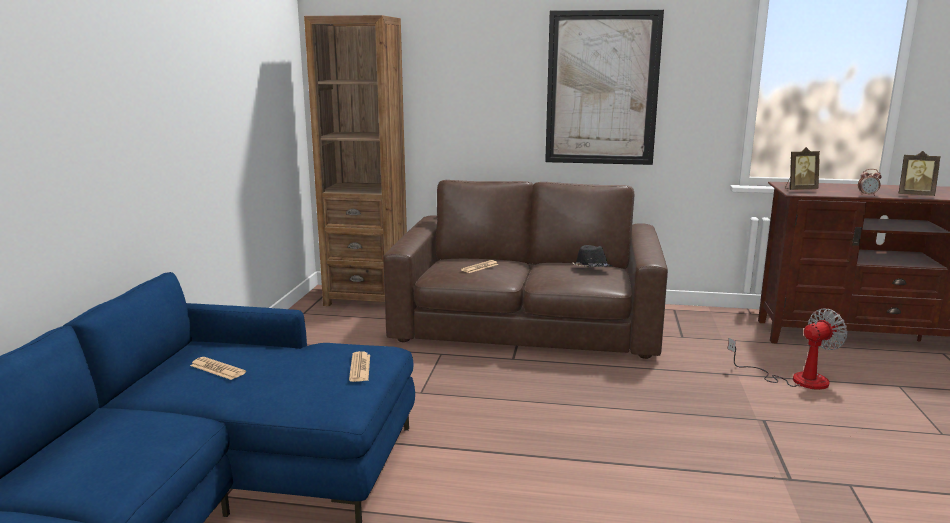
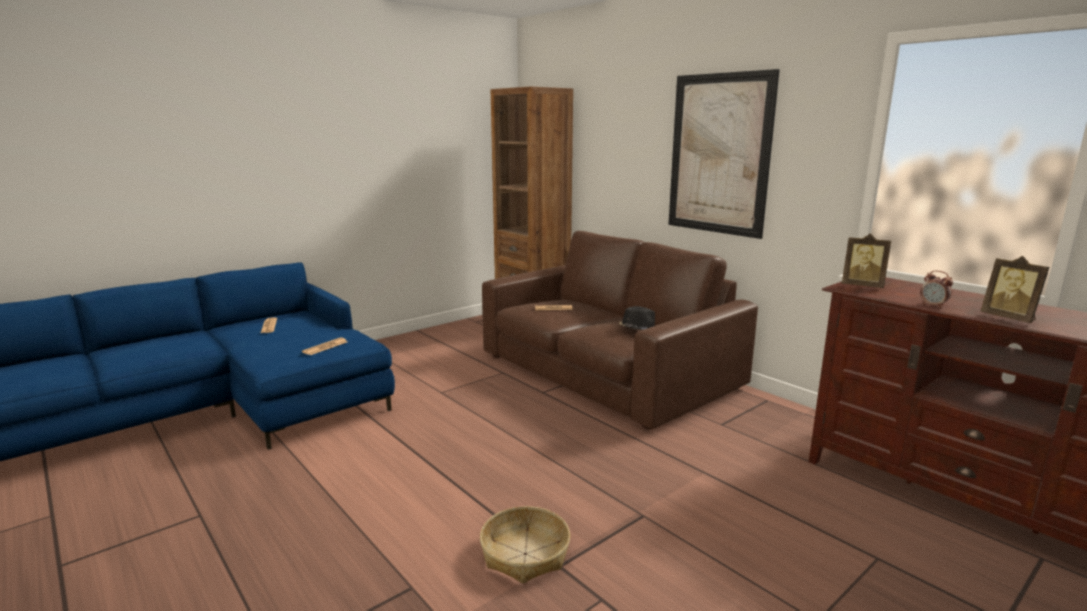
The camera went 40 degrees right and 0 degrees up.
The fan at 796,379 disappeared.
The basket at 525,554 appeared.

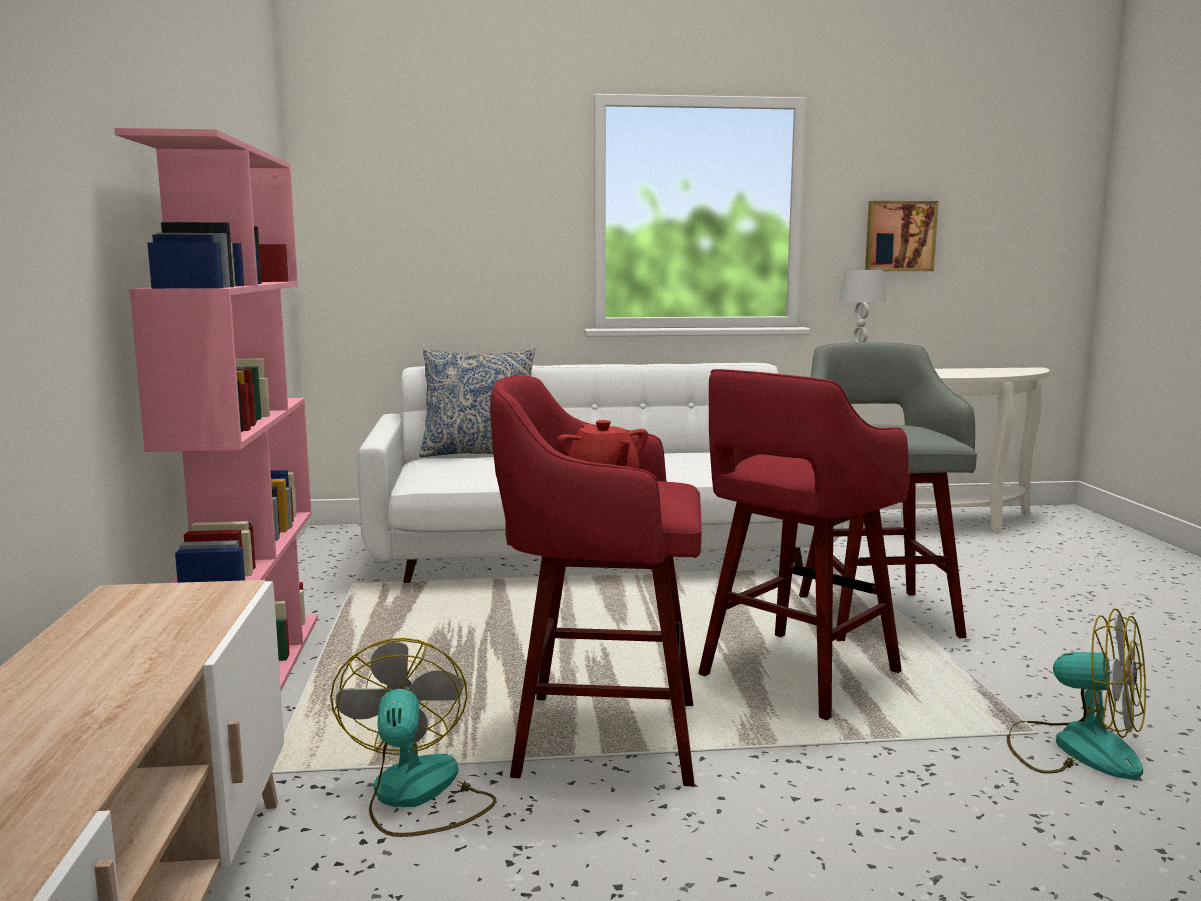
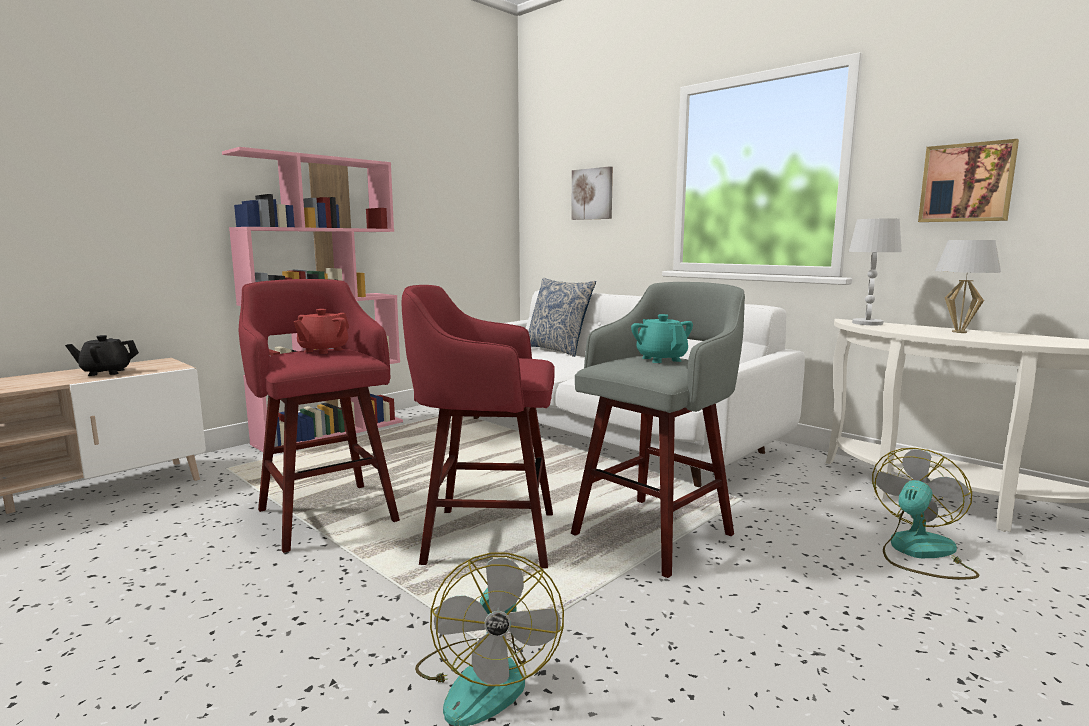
The camera went 50 degrees right and 0 degrees up.
The fan moved from 417,796 to 919,553.
The teapot (blackish) at 106,372 appeared.
The wall picture at 592,194 appeared.
The teapot (blue-green) at 661,359 appeared.
The table lamp (white) at 959,332 appeared.

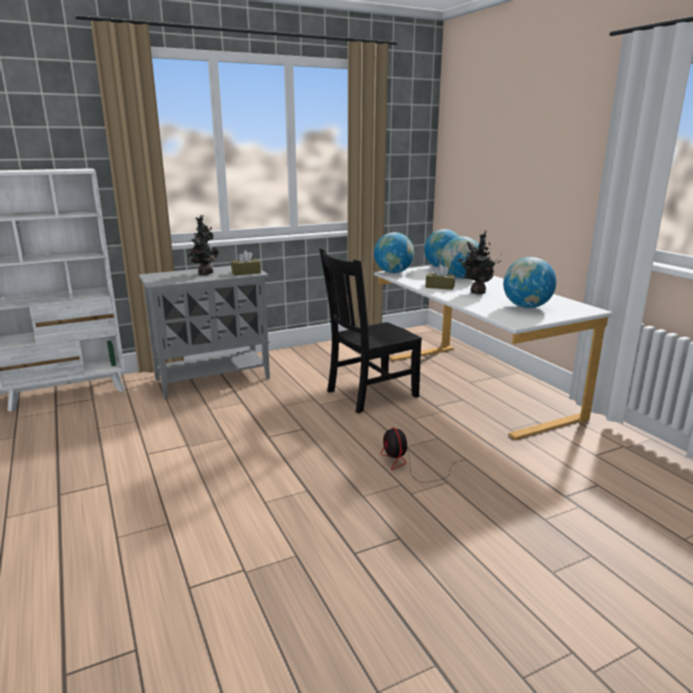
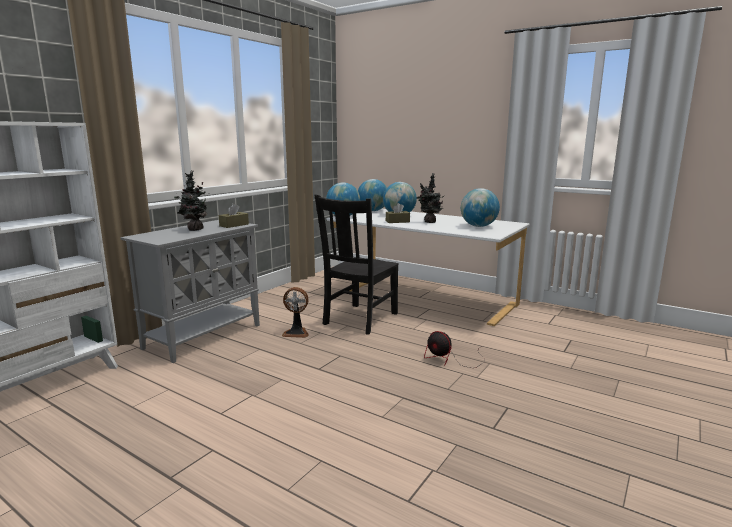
The camera went 30 degrees left and 5 degrees down.
The fan at 296,333 appeared.

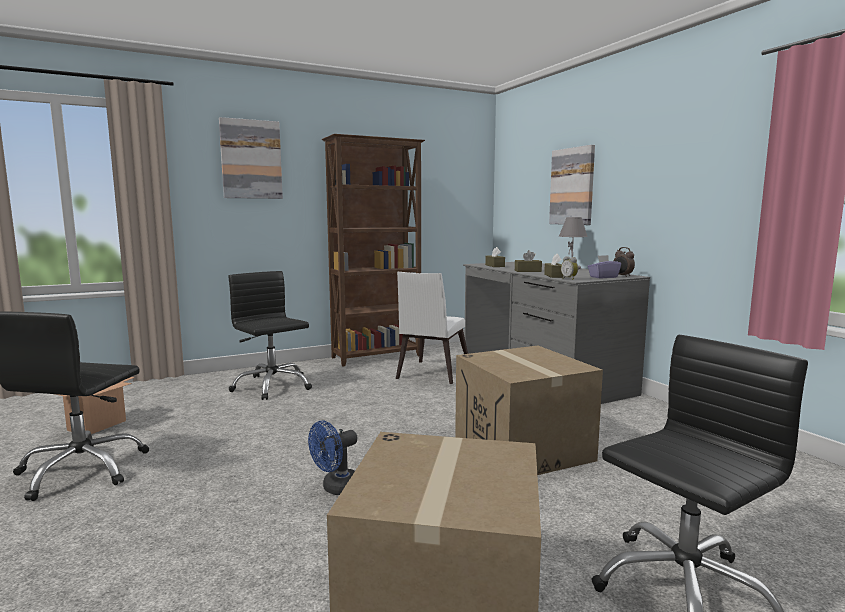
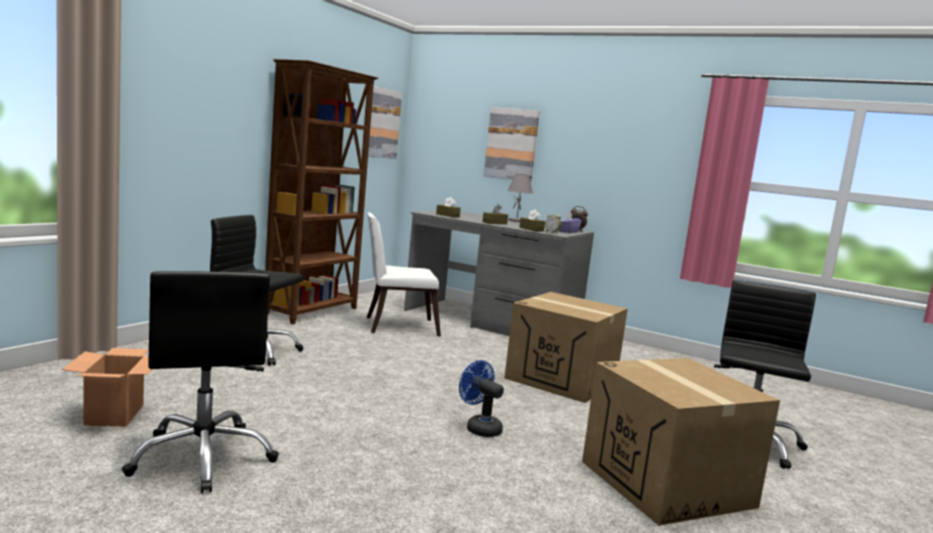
The camera went 35 degrees left and 0 degrees up.
The wall picture moved from 251,159 to 381,123.
The fan (blue-coloured) at 336,488 turned 120 degrees clockwise.
The upright chair (white) at 431,374 turned 90 degrees clockwise.

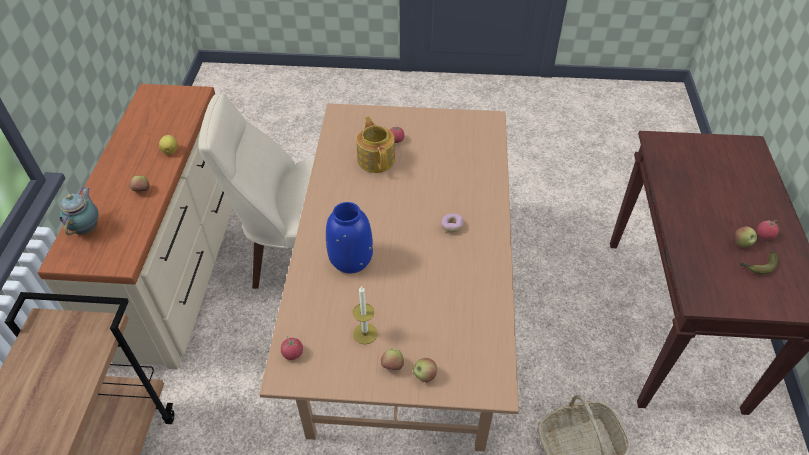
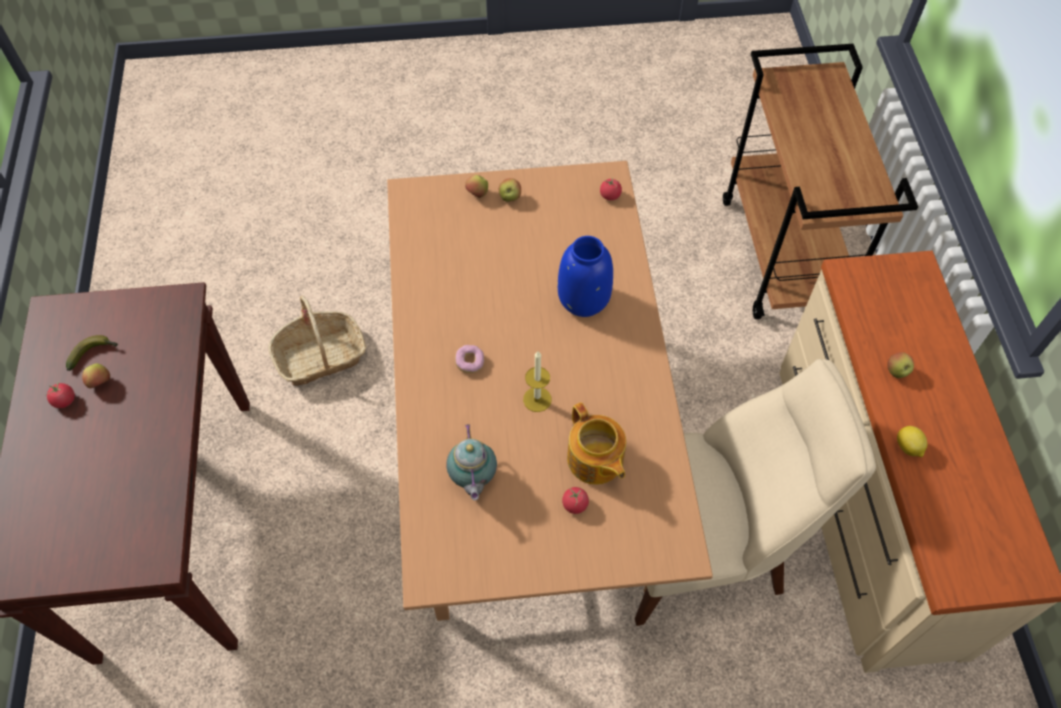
The camera went 170 degrees right and 10 degrees up.
The teapot moved from 88,228 to 472,479.
The candle moved from 365,333 to 537,399.

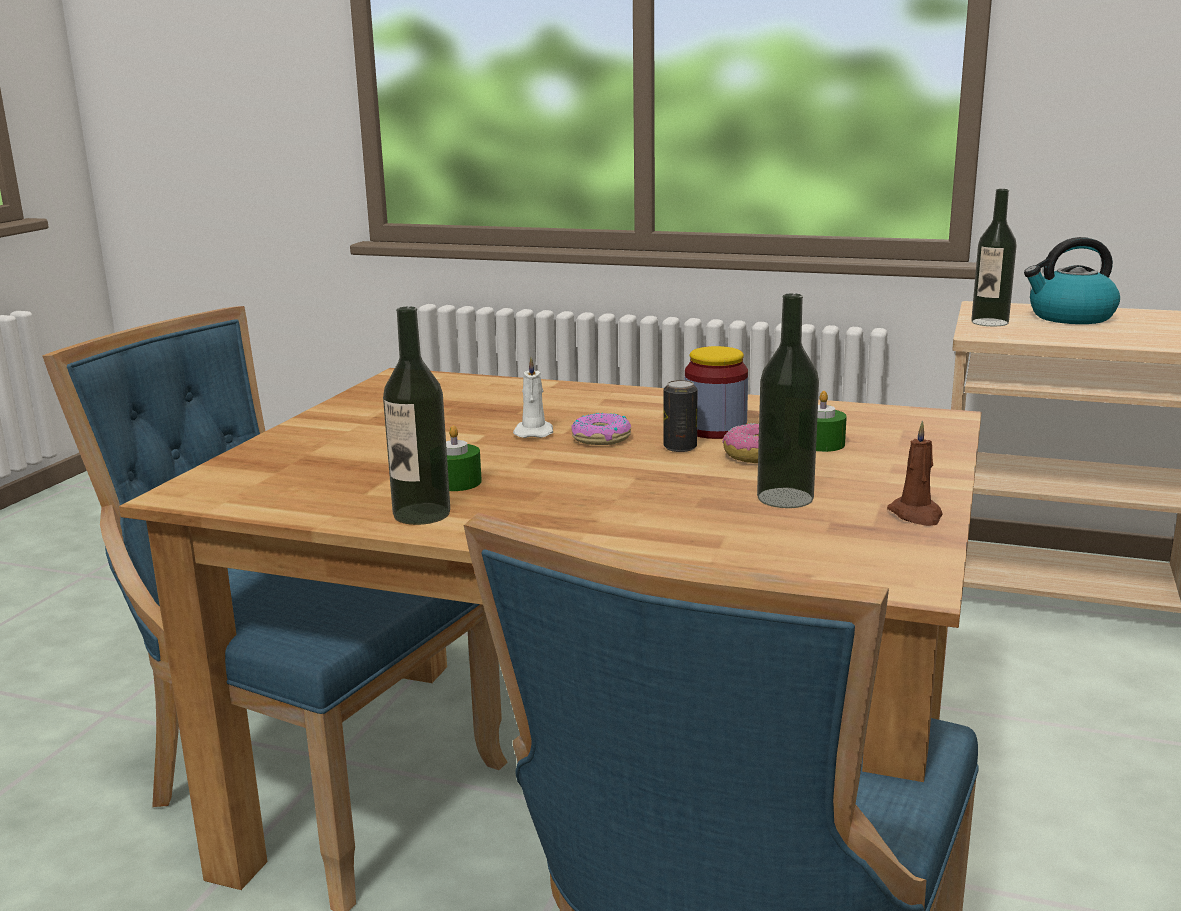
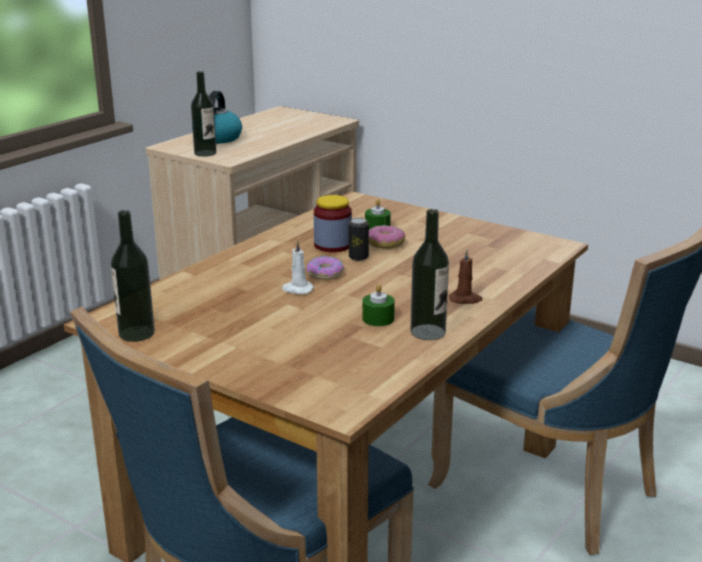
The camera went 75 degrees left and 5 degrees up.
The bottle moved from 785,498 to 136,333.
The candle (brown) moved from 916,515 to 465,299.

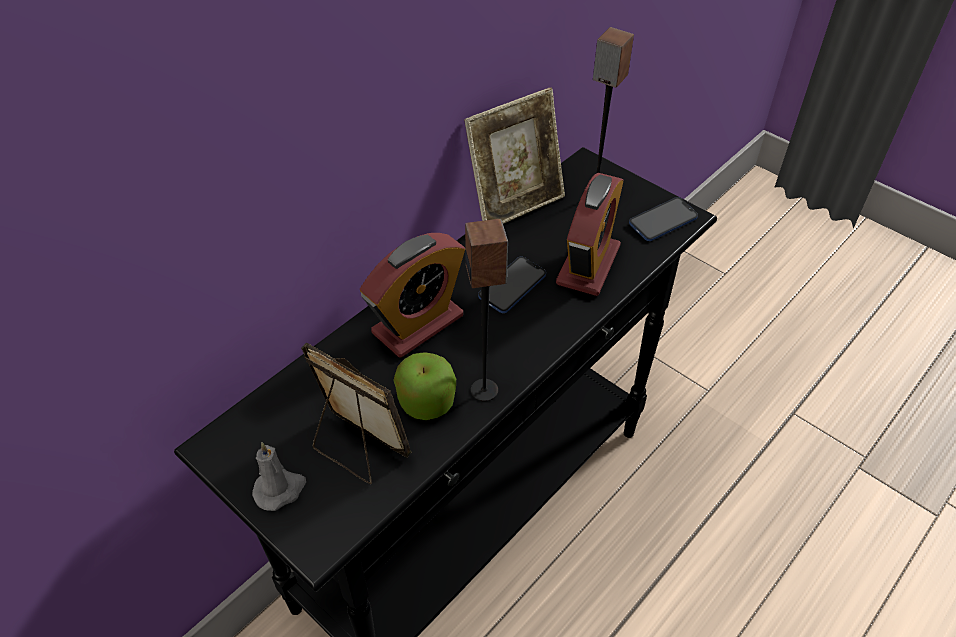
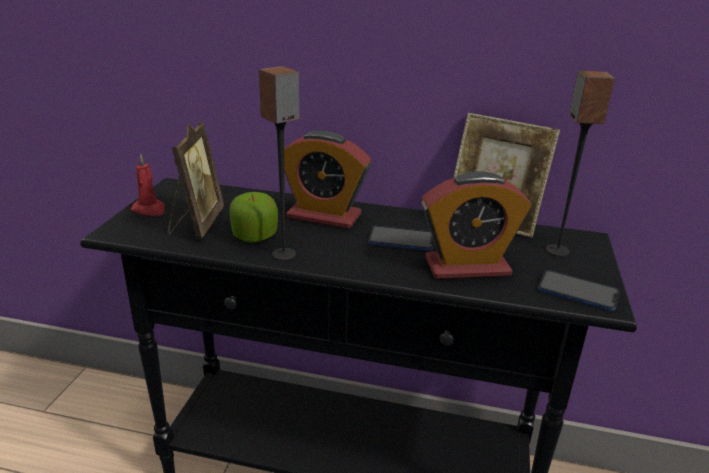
The camera went 60 degrees right and 20 degrees down.
The candle (gray) at 280,489 became the candle (red) at 150,210.

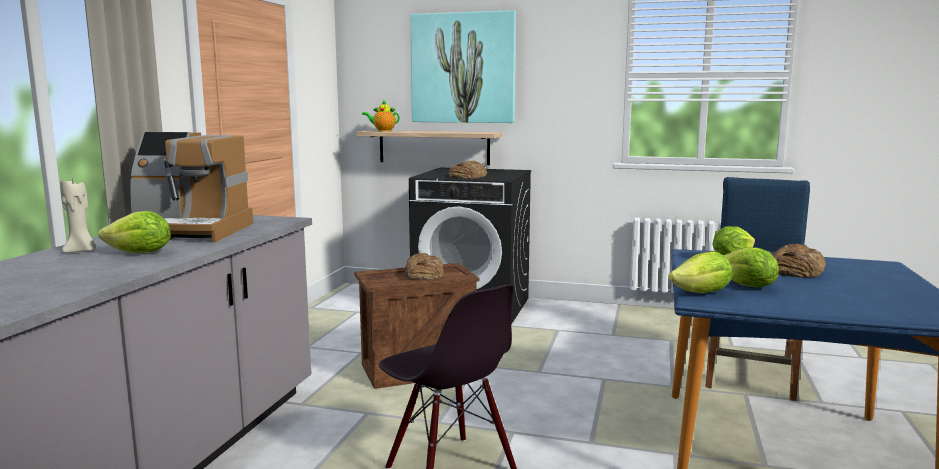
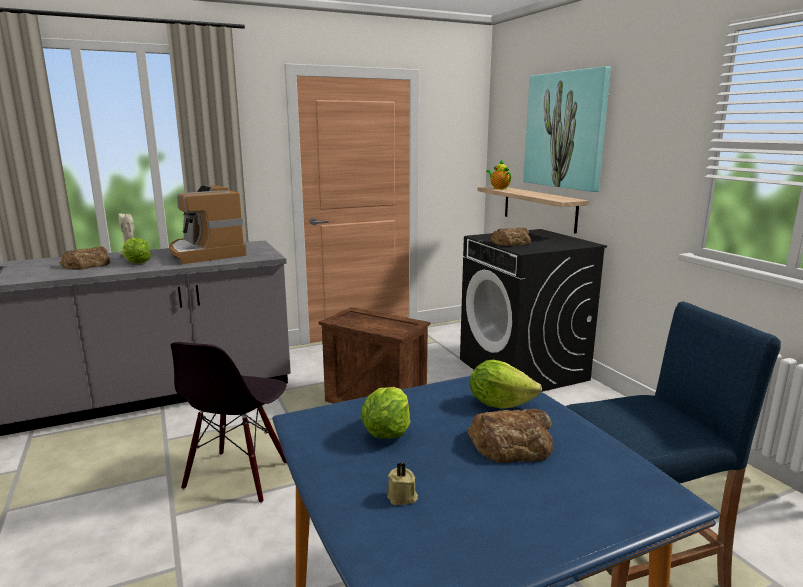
The camera went 50 degrees right and 5 degrees up.
The baked bread moved from 423,274 to 87,264.
The lettuce at 702,293 disappeared.
The candle (beige-coloured) at 402,497 appeared.

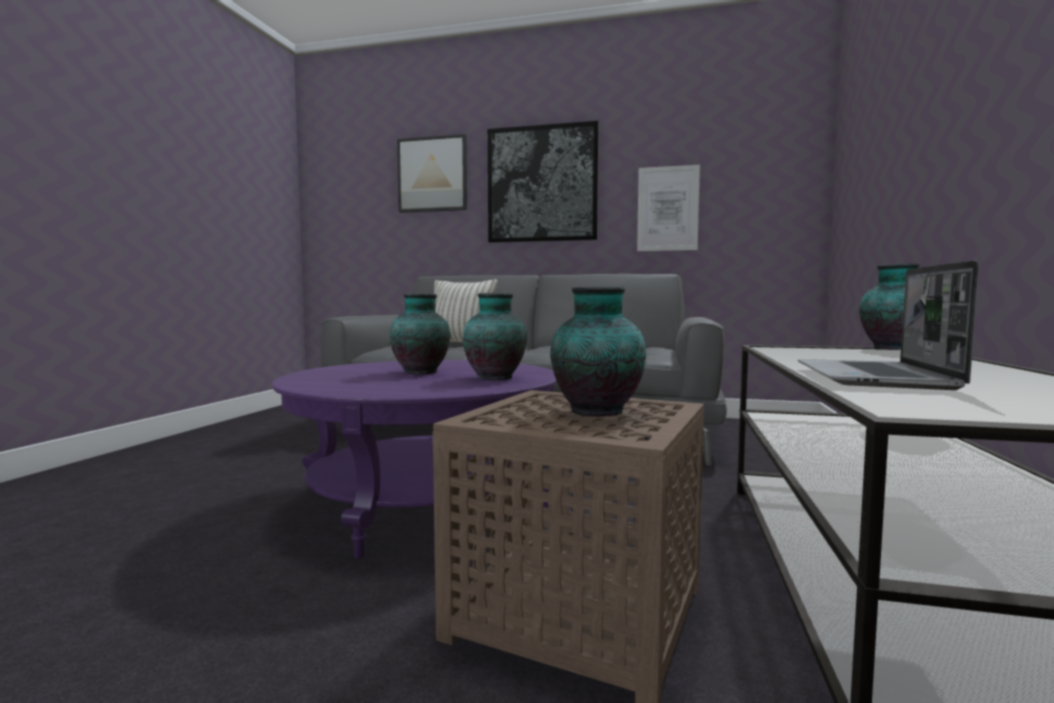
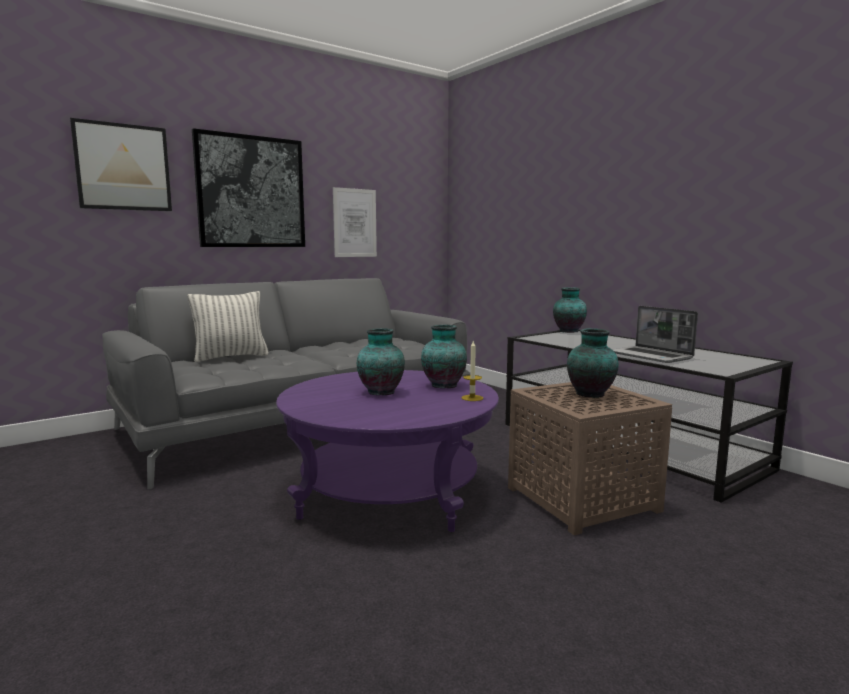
The camera went 50 degrees left and 5 degrees up.
The candle at 472,398 appeared.

